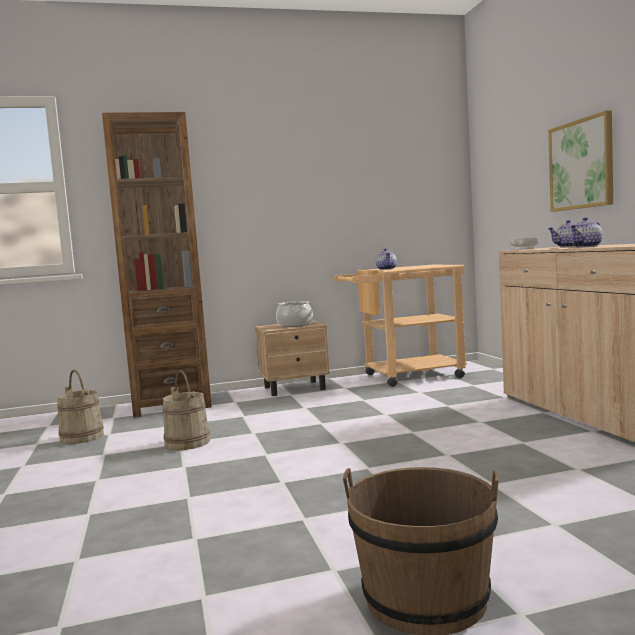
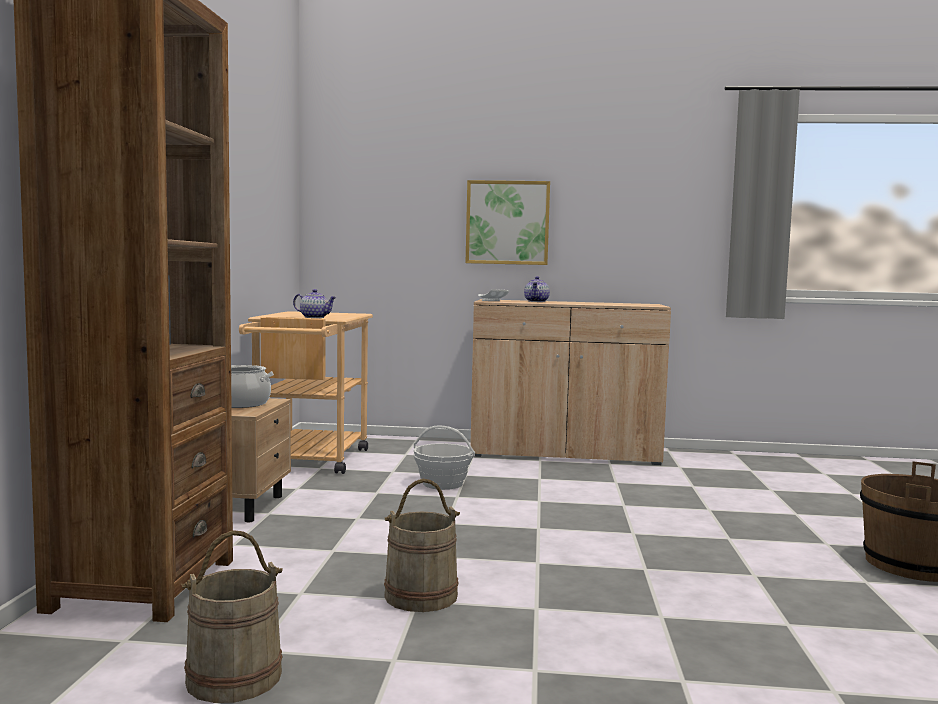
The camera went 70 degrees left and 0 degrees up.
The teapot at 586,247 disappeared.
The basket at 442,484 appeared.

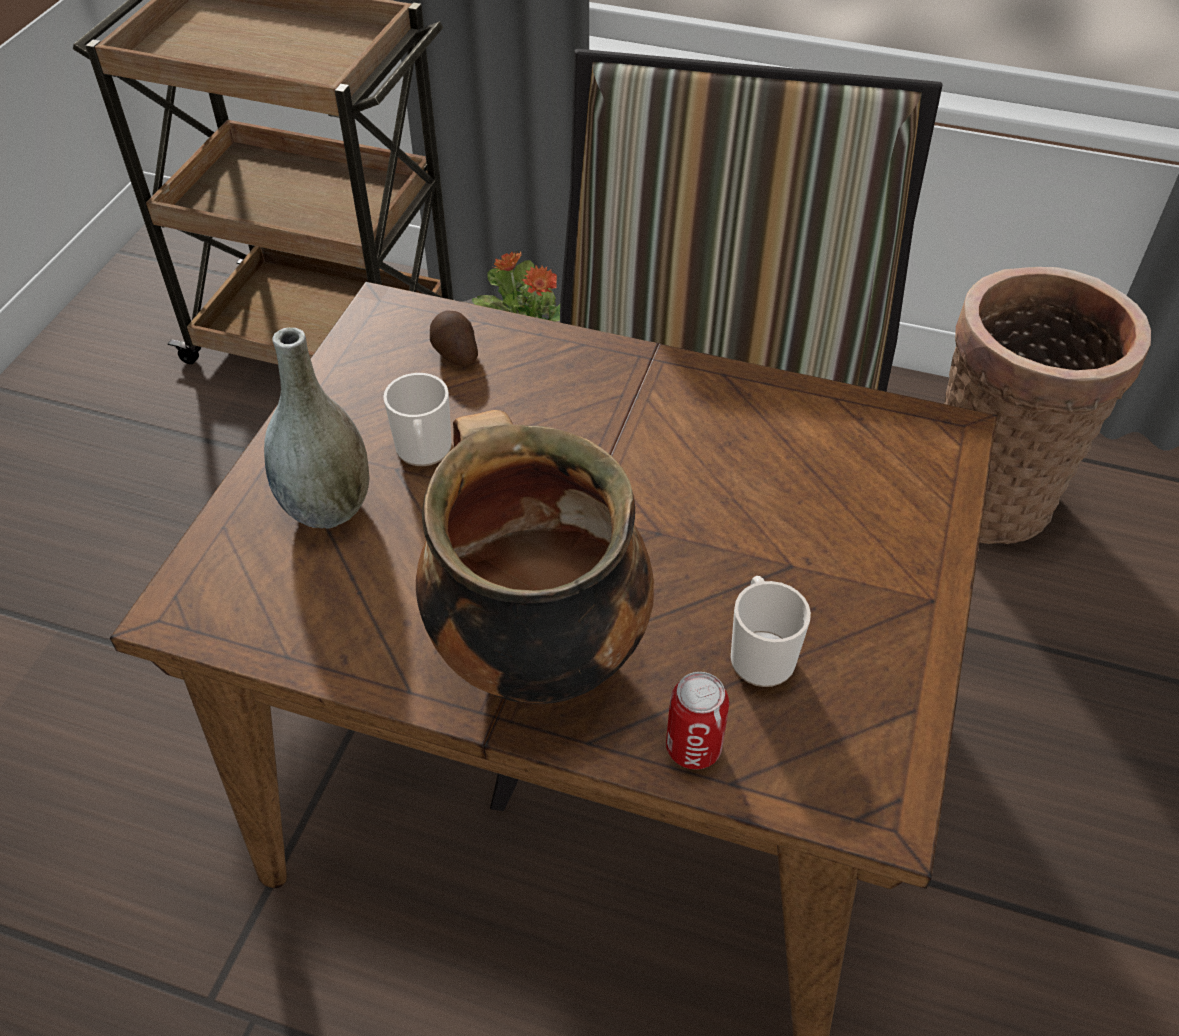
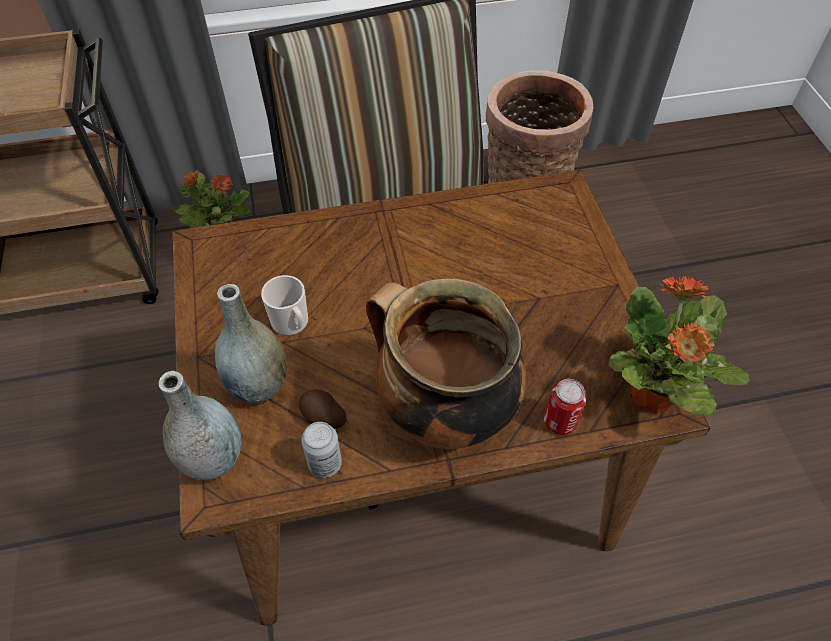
The camera went 30 degrees left and 5 degrees up.
The spud moved from 454,353 to 322,417.
The mug at 760,653 disappeared.
The decorative vase (gray) at 213,459 appeared.
The sealed can at 325,463 appeared.
The plant in a pot at 651,396 appeared.

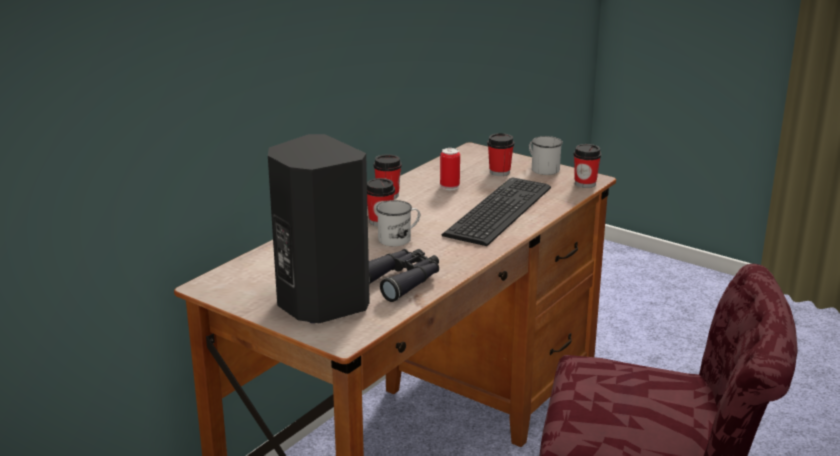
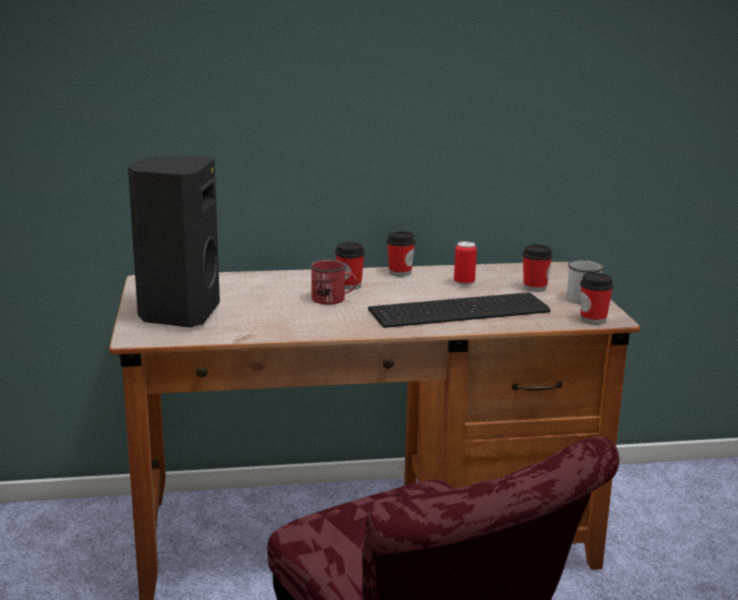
The camera went 45 degrees right and 5 degrees down.
The pair of binoculars (blackish) at 401,281 disappeared.
The mug (white) at 399,238 became the mug (red) at 333,300.

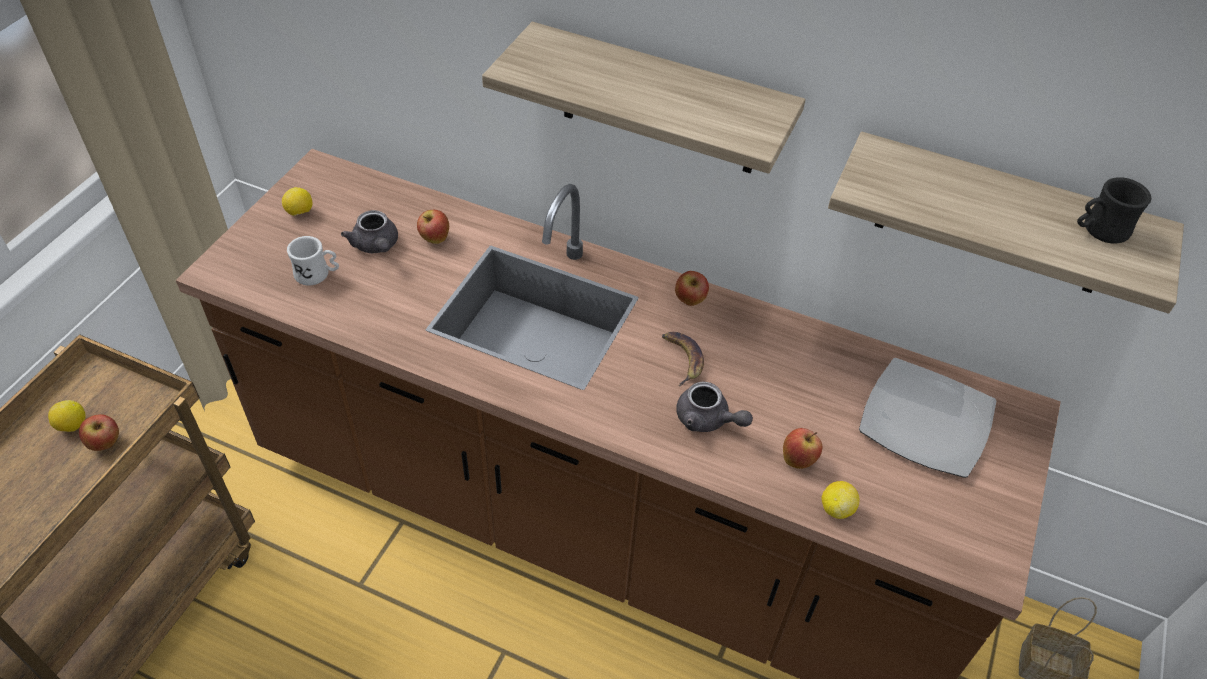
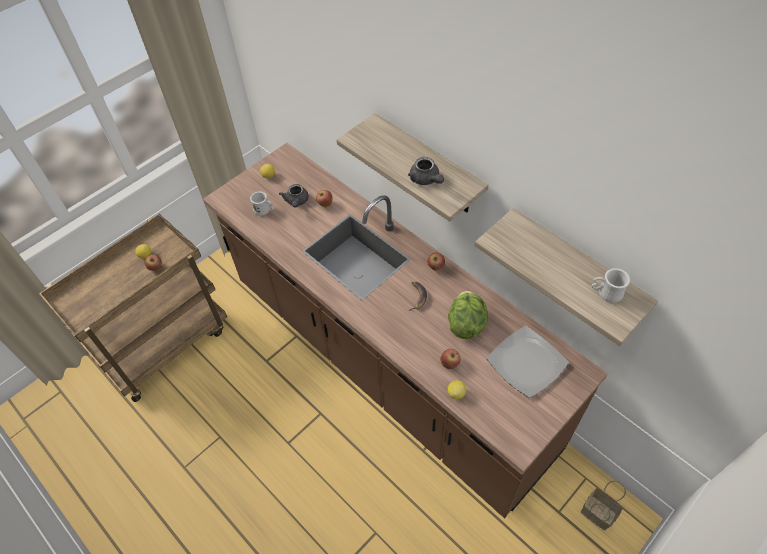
The camera went 25 degrees right and 5 degrees up.
The teapot (gray) moved from 708,420 to 426,180.
The mug (blackish) at 1099,230 became the mug (white) at 606,292.
The lettuce at 466,323 appeared.

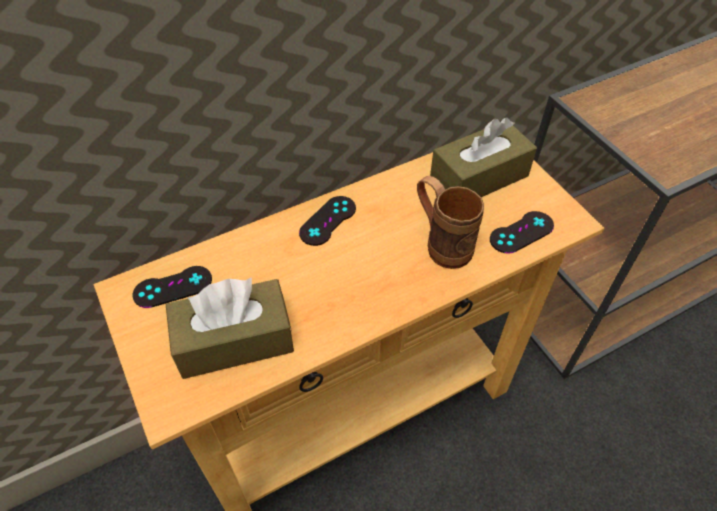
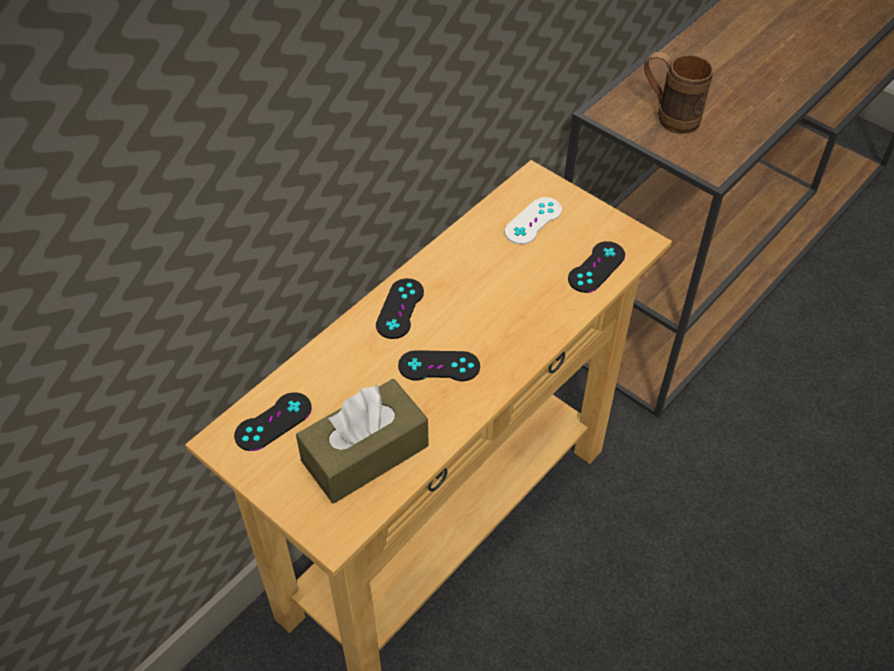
The camera went 20 degrees left and 0 degrees up.
The mug (brown) moved from 441,244 to 668,116.
The tissue box (brown) at 479,177 was replaced by the gamepad (white) at 533,221.
The gamepad (blackish) at 439,366 appeared.

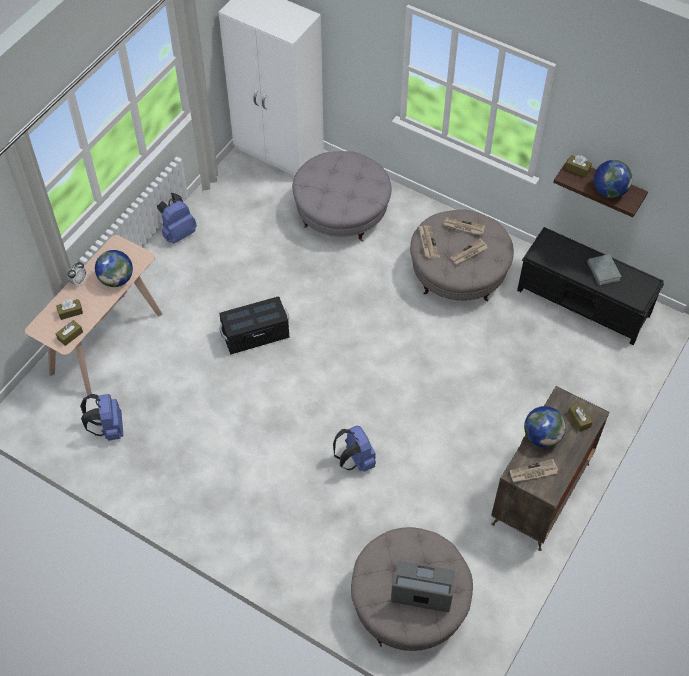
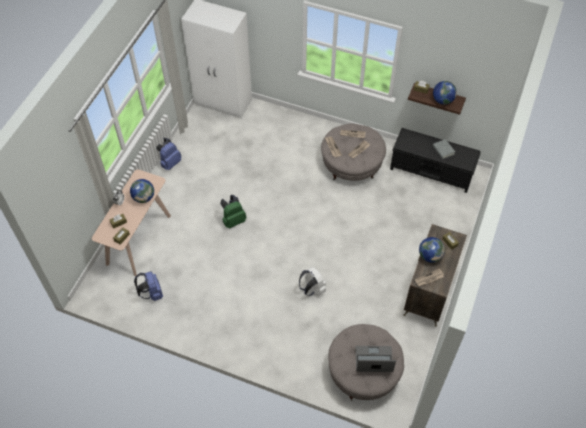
The camera went 10 degrees left and 0 degrees up.
The storage container (blackish) at 256,335 was replaced by the backpack (green-coloured) at 233,220.
The pouffe (gray) at 342,213 disappeared.
The backpack (blue-coloured) at 355,460 became the backpack (white) at 312,289.

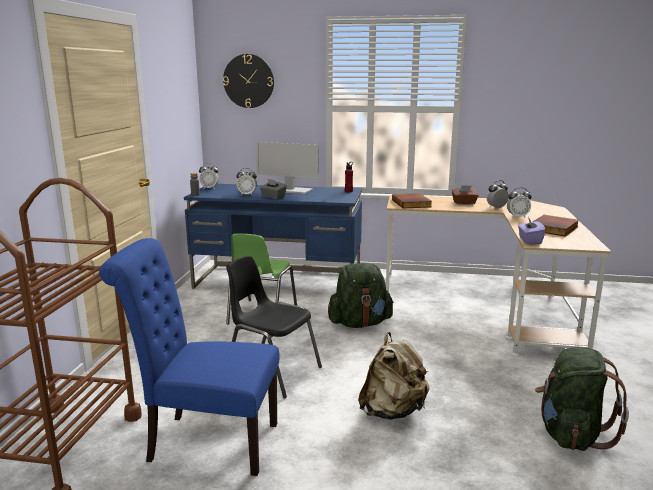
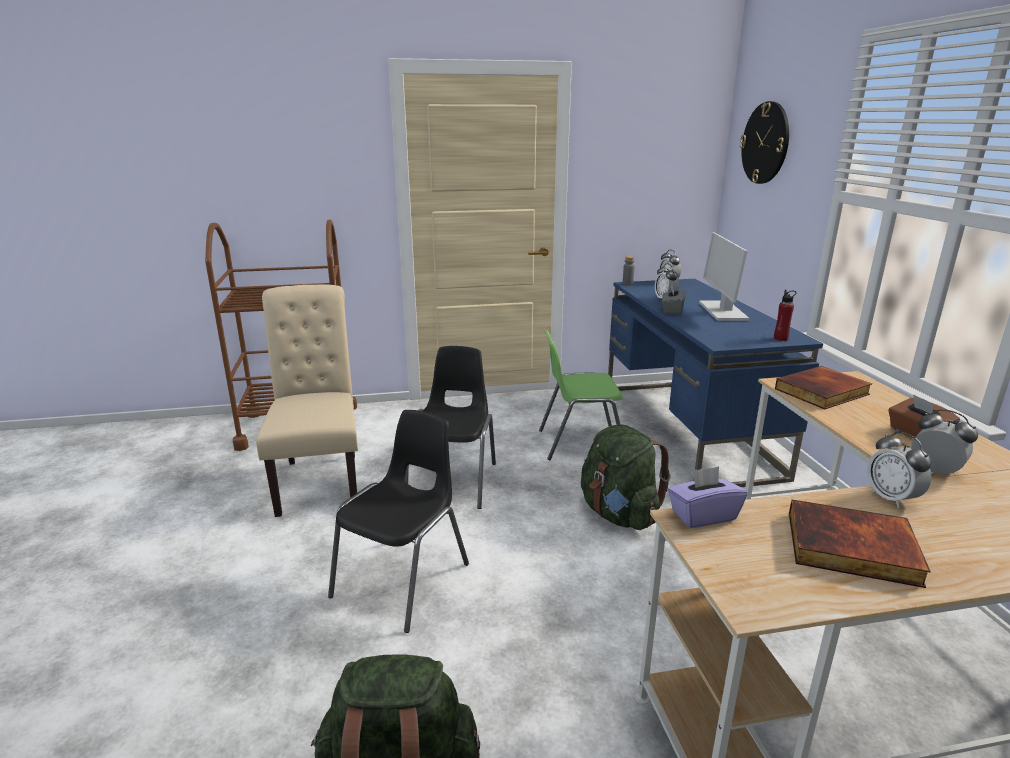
The camera went 70 degrees right and 5 degrees up.
The upright chair (blue-coloured) at 205,442 became the upright chair (beige-coloured) at 320,479.
The backpack (beige-coloured) at 393,411 was replaced by the upright chair (blackish) at 404,580.

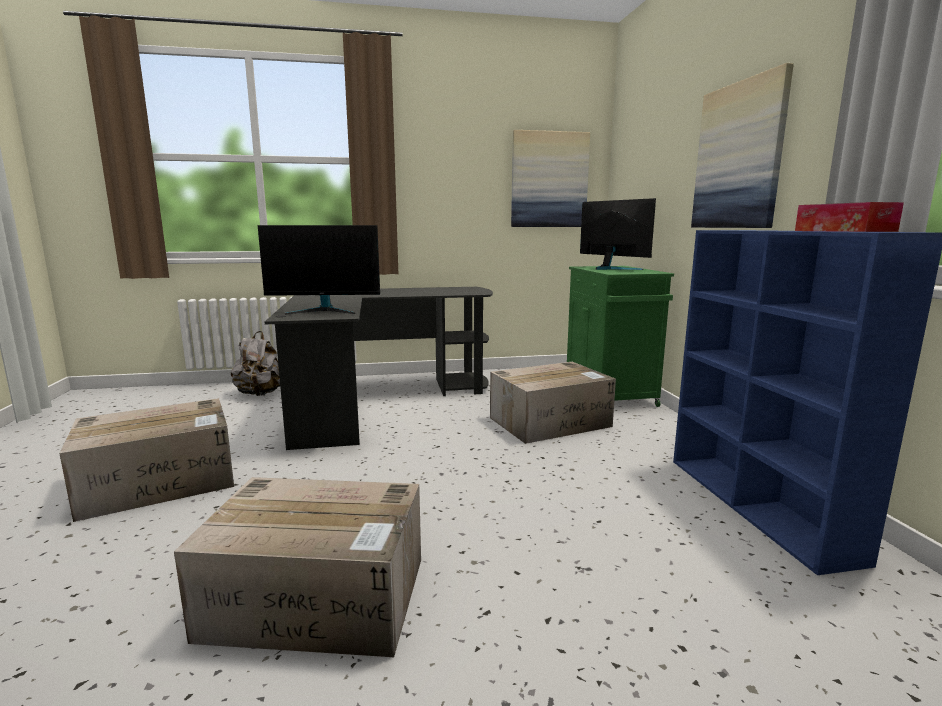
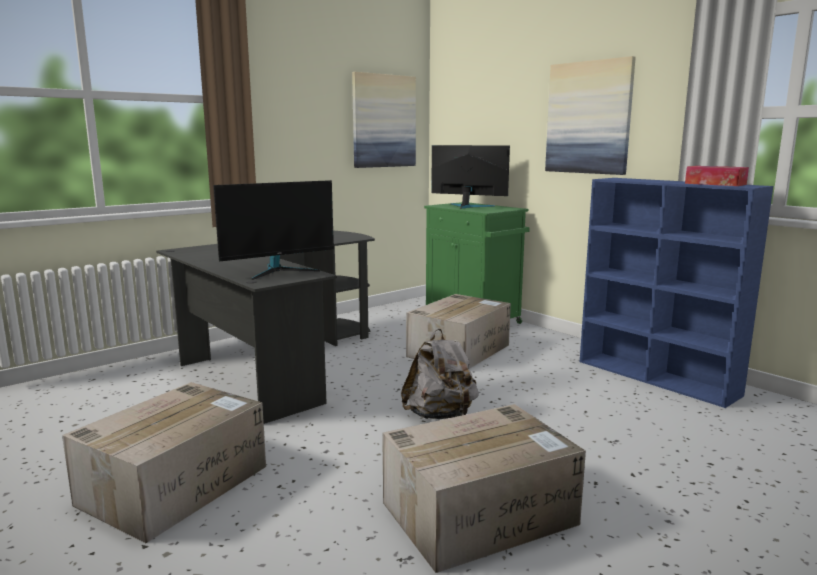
The camera went 30 degrees left and 0 degrees up.
The backpack (gray) moved from 260,394 to 440,416.

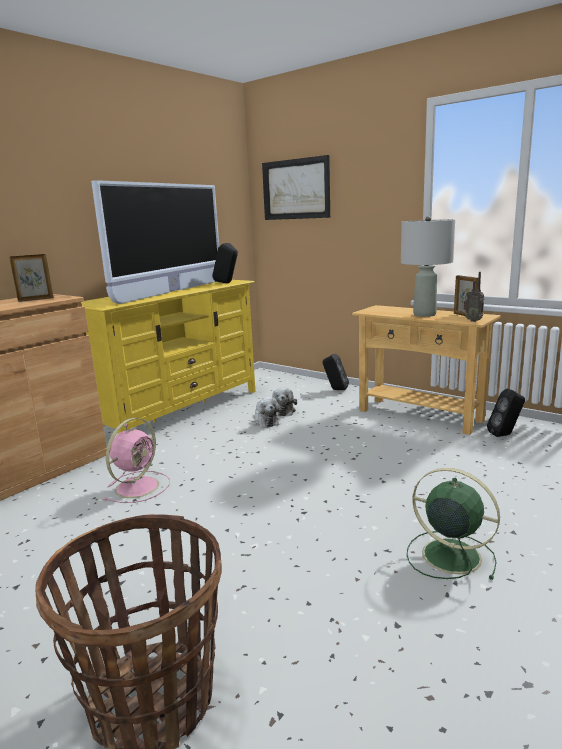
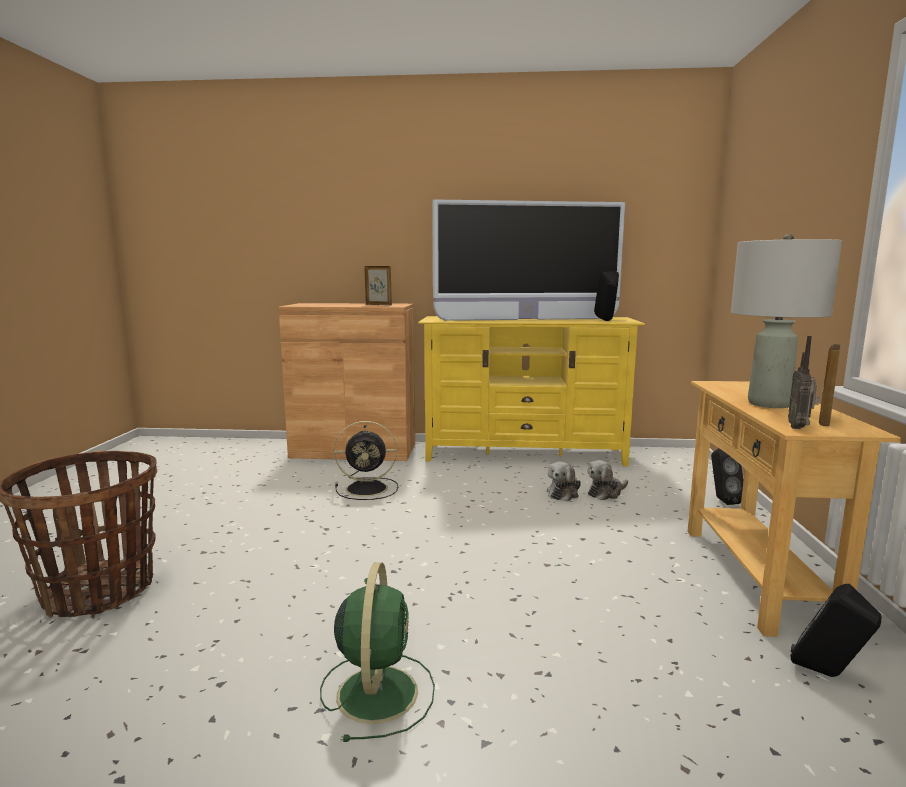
The camera went 55 degrees right and 5 degrees down.
The fan (pink) at 138,486 became the fan (blackish) at 368,488.
The wall picture at 296,189 disappeared.

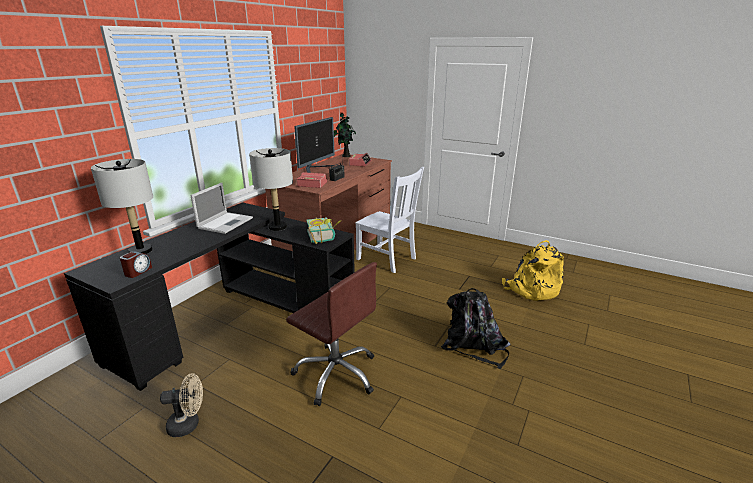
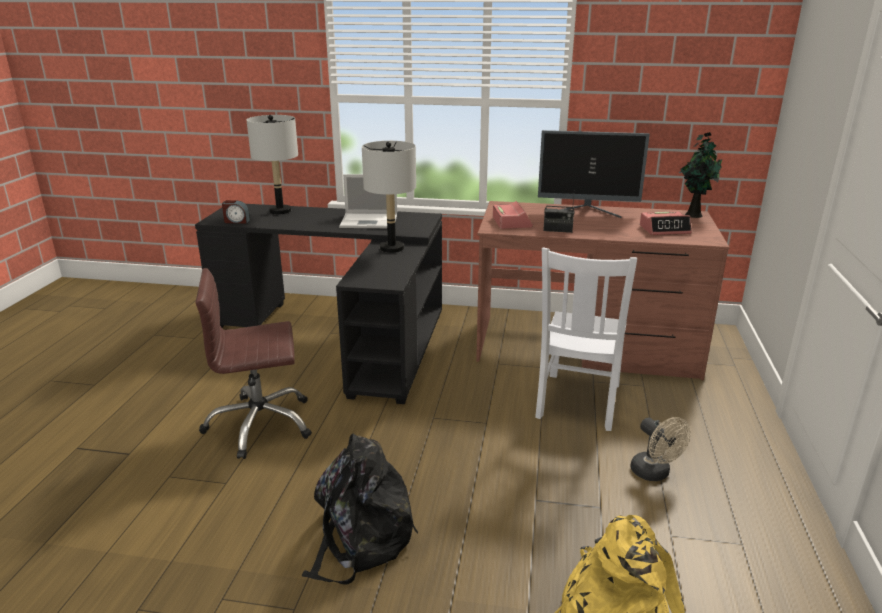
The camera went 70 degrees right and 0 degrees up.
The fan (beige-coloured) moved from 189,424 to 654,474.
The computer chair (brown) at 336,373 turned 60 degrees clockwise.
The bound book at 324,236 disappeared.

